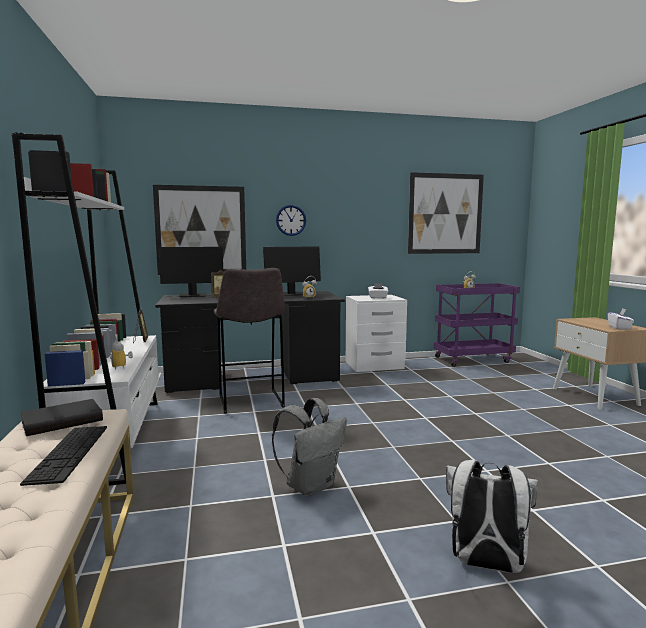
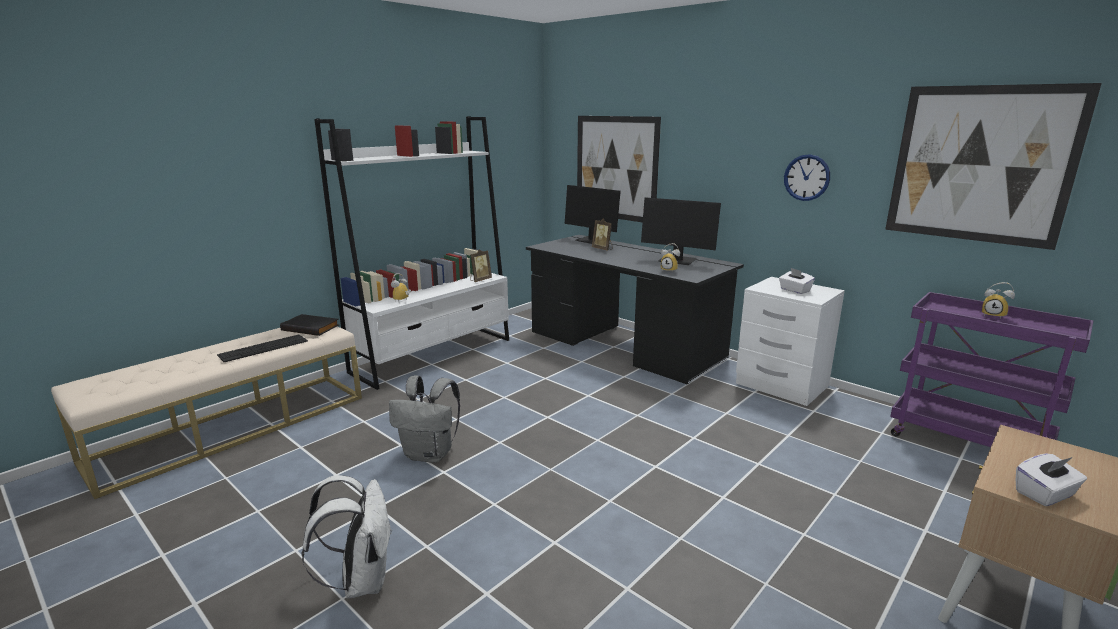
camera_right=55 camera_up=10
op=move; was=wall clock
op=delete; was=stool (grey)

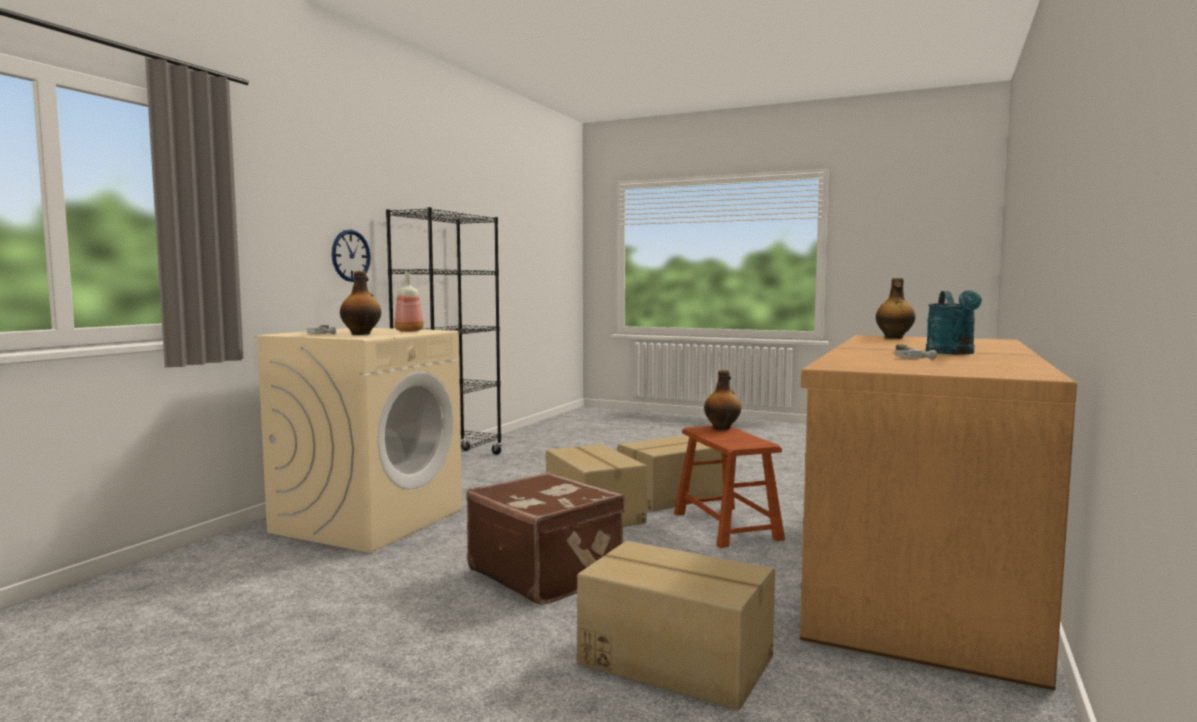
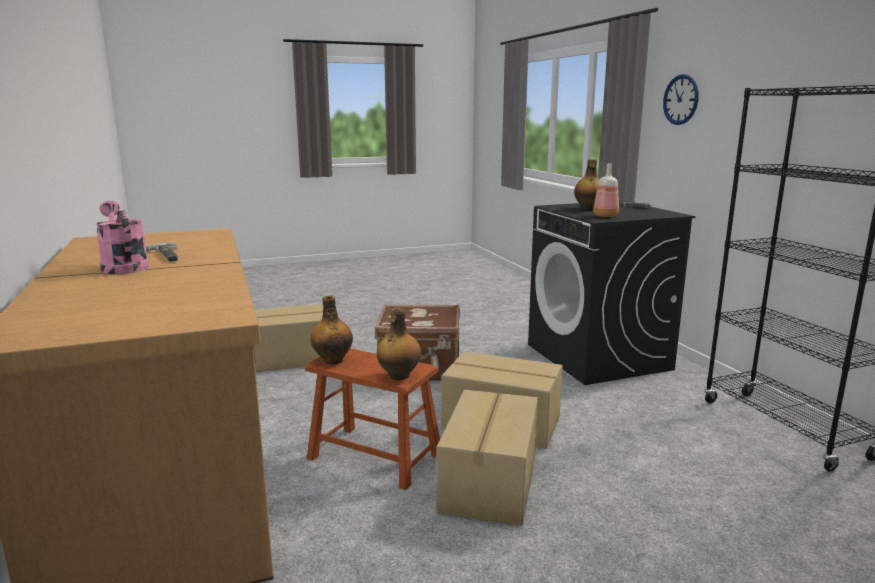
camera_right=135 camera_up=10
op=move; was=wall clock
op=move; was=bottle (4th from left in the first image); now=bottle (1st from left)
op=recolor; was=watering can (turquoise); now=watering can (pink)
op=recolor; was=washing machine (beige); now=washing machine (black)

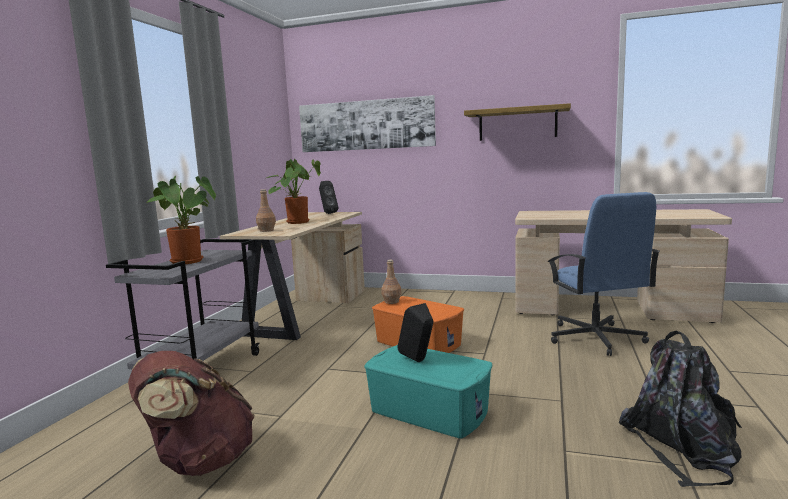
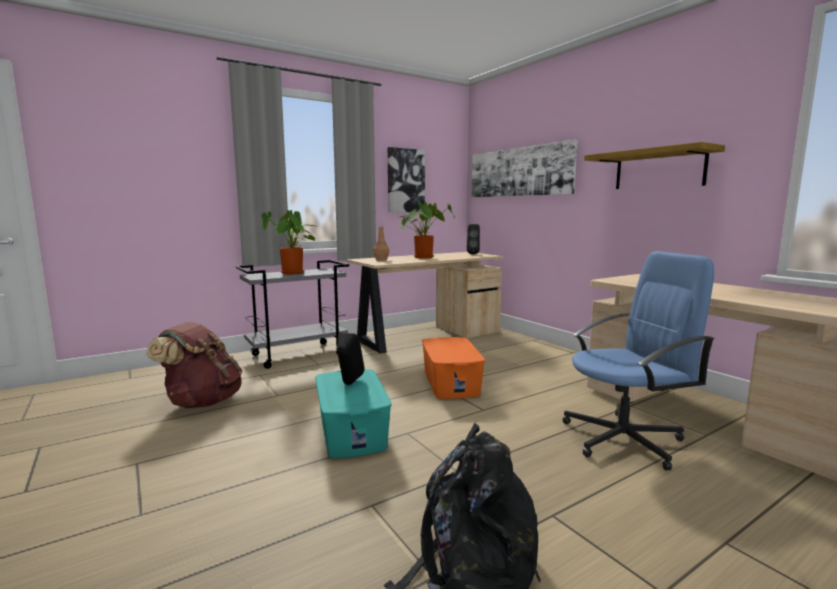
camera_right=40 camera_up=0
op=rotate; was=office chair (blue); clockwise=-135
op=delete; was=bottle (brown) (2nd from left)
op=insert; now=picture (1st from left)

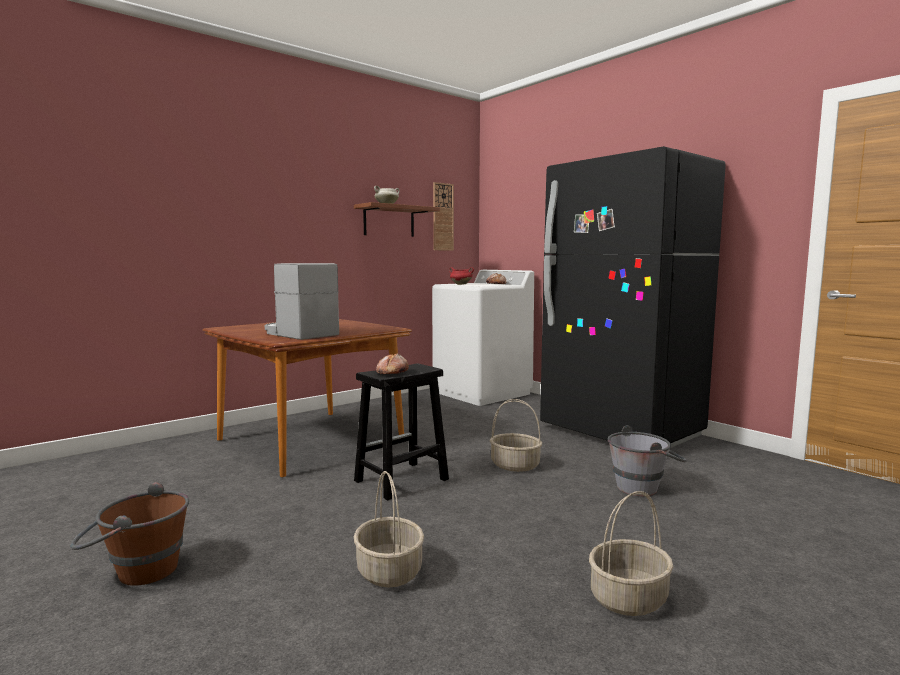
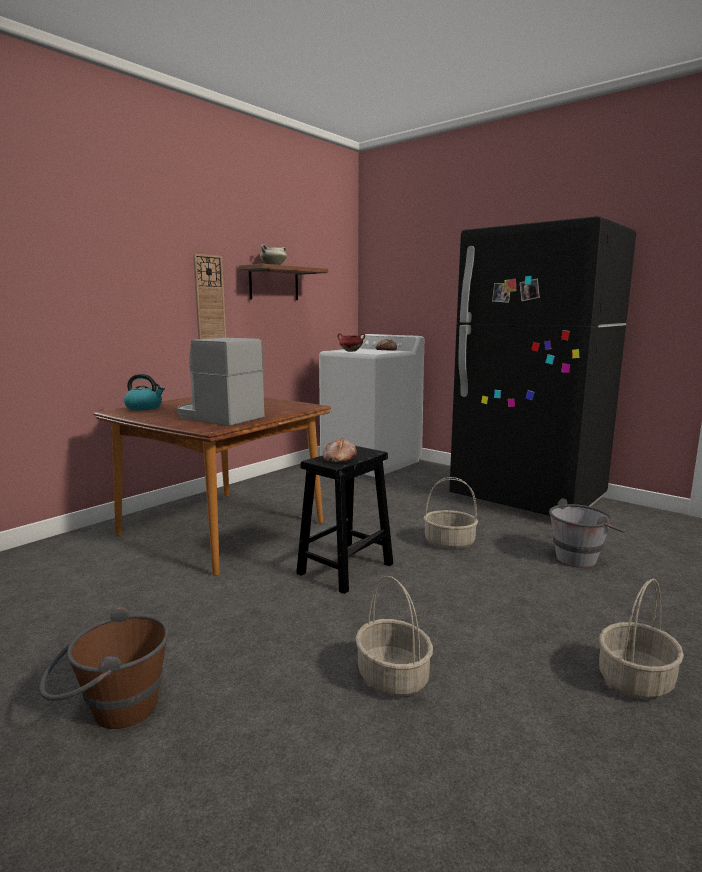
camera_right=-10 camera_up=5
op=move; was=wall clock
op=insert; now=kettle

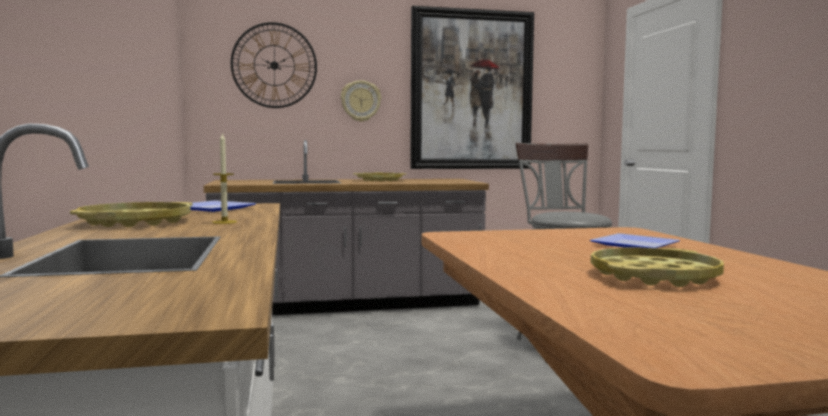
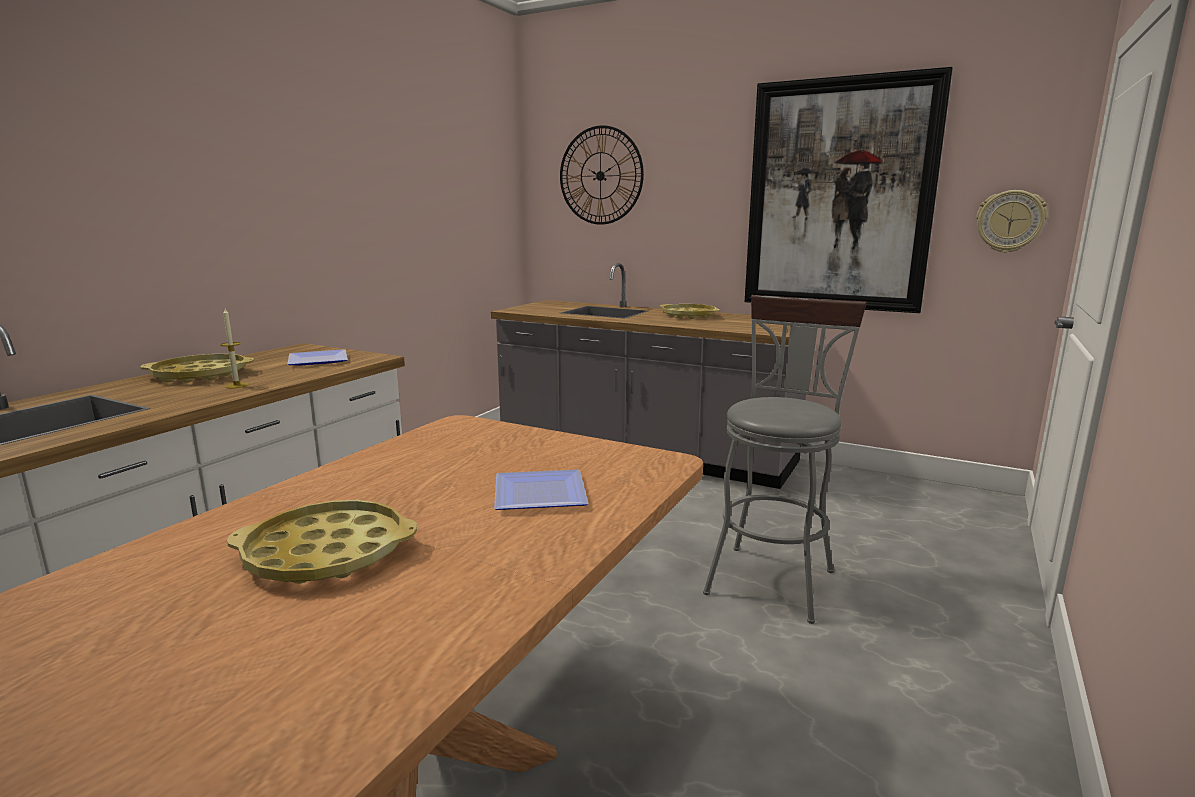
camera_right=40 camera_up=10
op=move; was=wall clock (2nd from left)

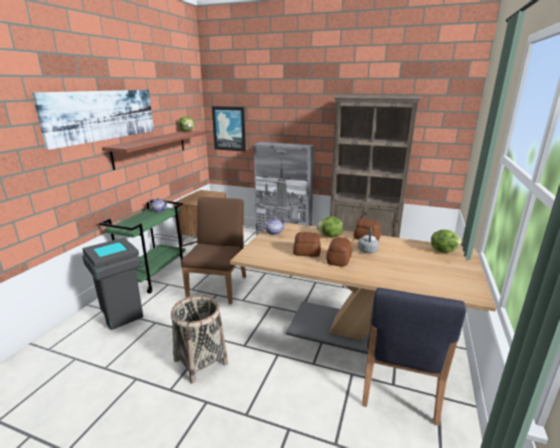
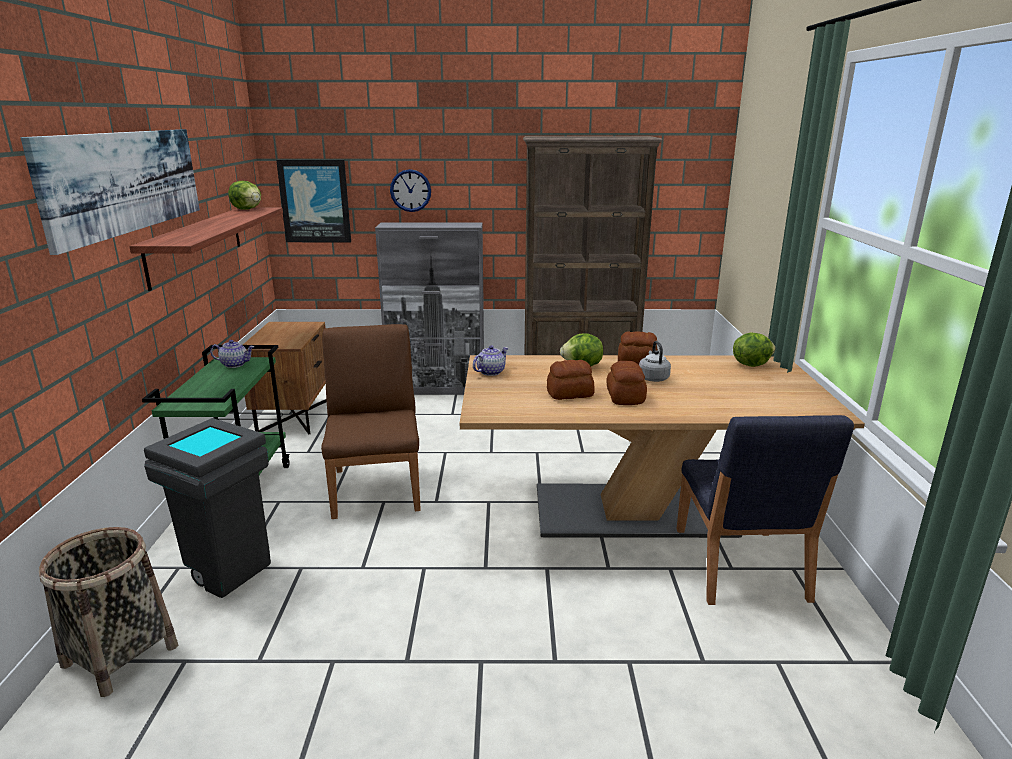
camera_right=-20 camera_up=0
op=move; was=basket
op=insert; now=wall clock

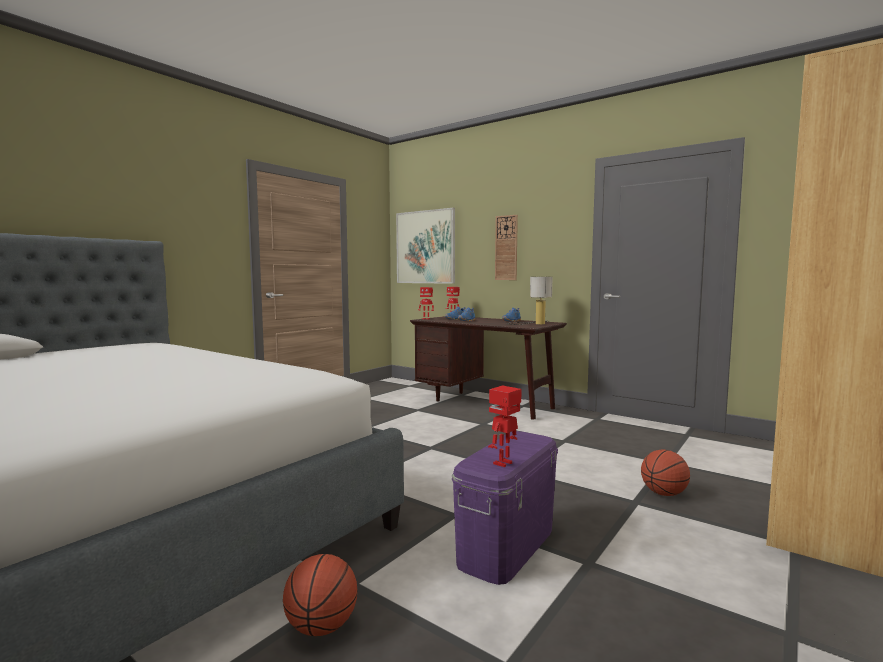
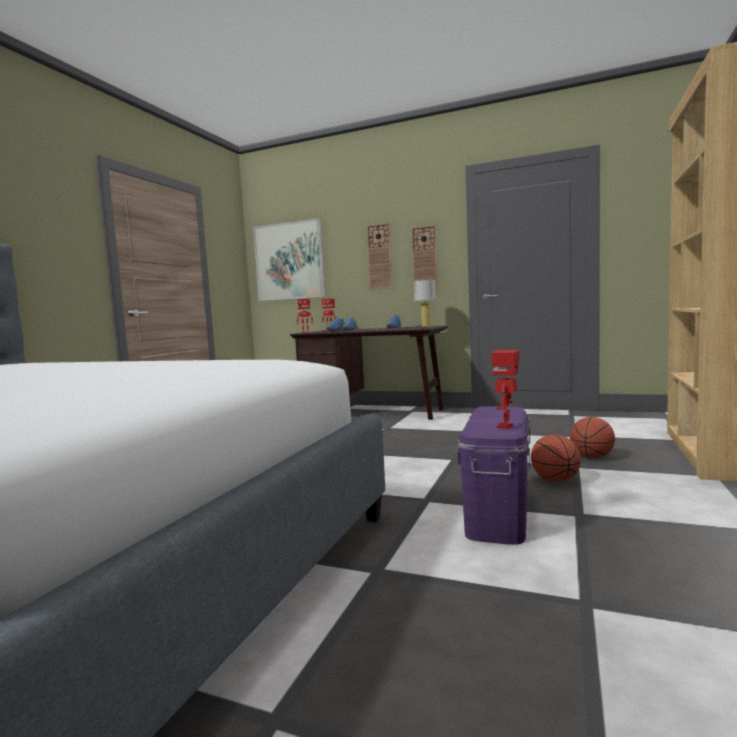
camera_right=-15 camera_up=0
op=move; was=basketball (1st from left)
op=insert; now=wall clock (2nd from left)

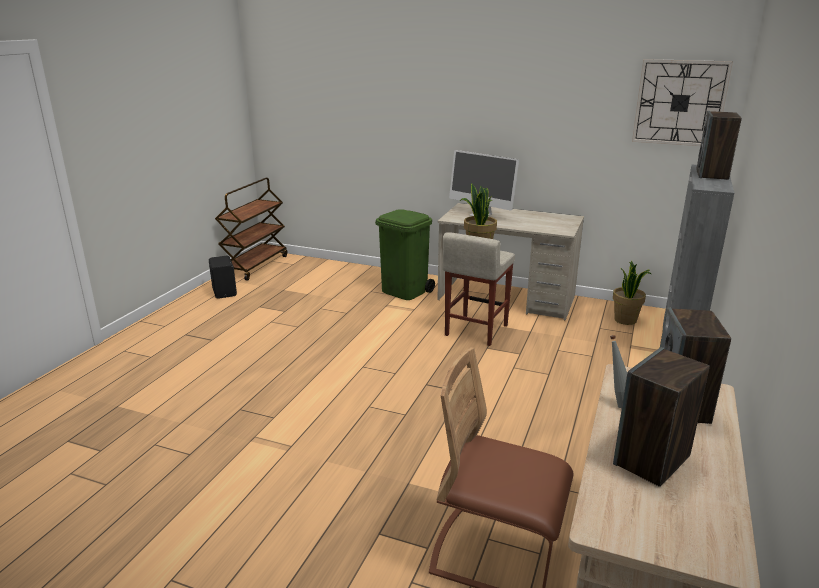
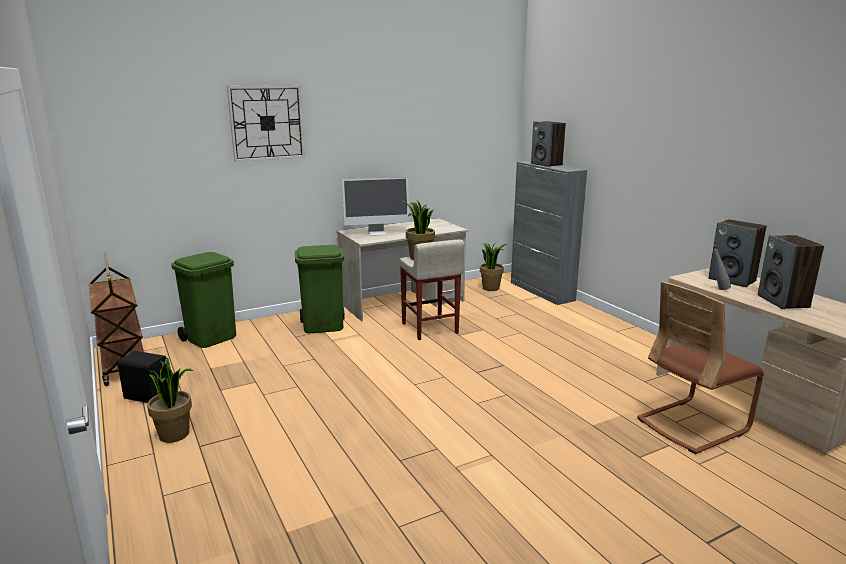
camera_right=-50 camera_up=-5
op=move; was=wall clock
op=insert; now=trash can (green) (1st from left)
op=insert; now=potted plant (1st from left)

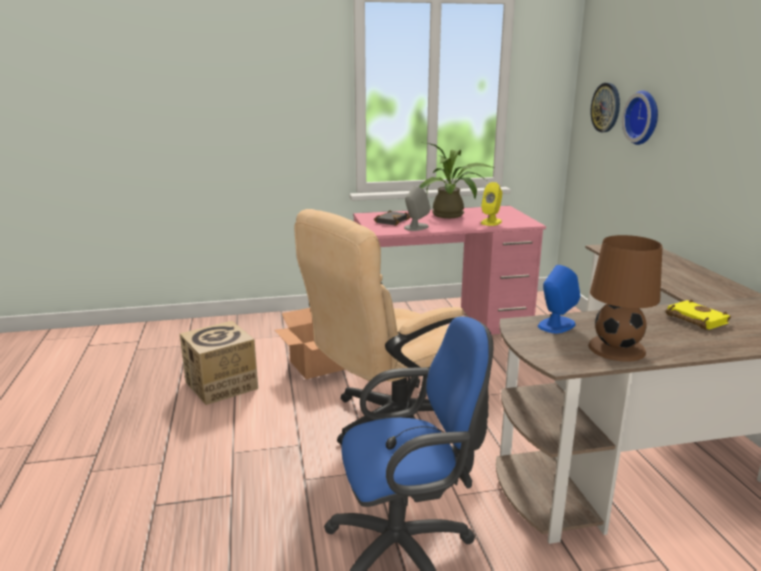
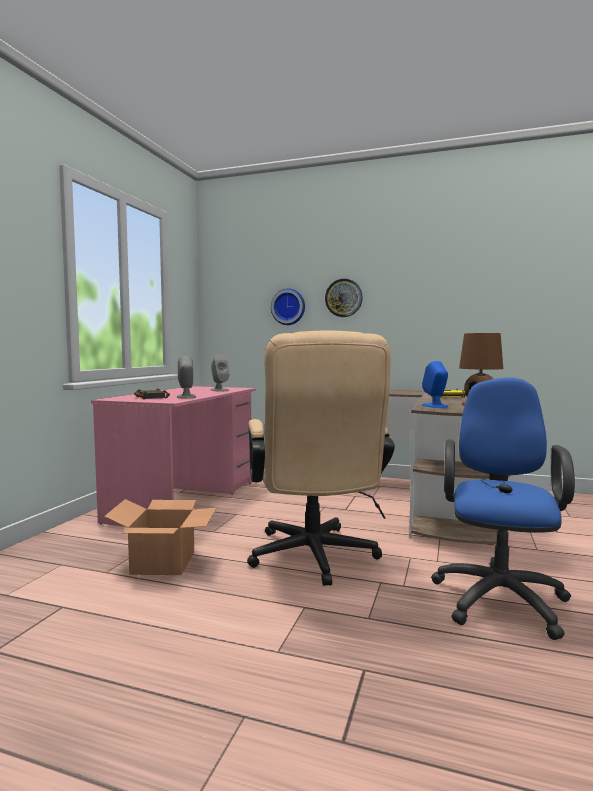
camera_right=-60 camera_up=-15
op=move; was=wall clock (1st from left in the first image); now=wall clock (2nd from left)
op=delete; was=potted plant
op=recolor; was=speaker (yellow); now=speaker (grey) (2nd from left)
op=delete; was=cardboard box (1st from left)

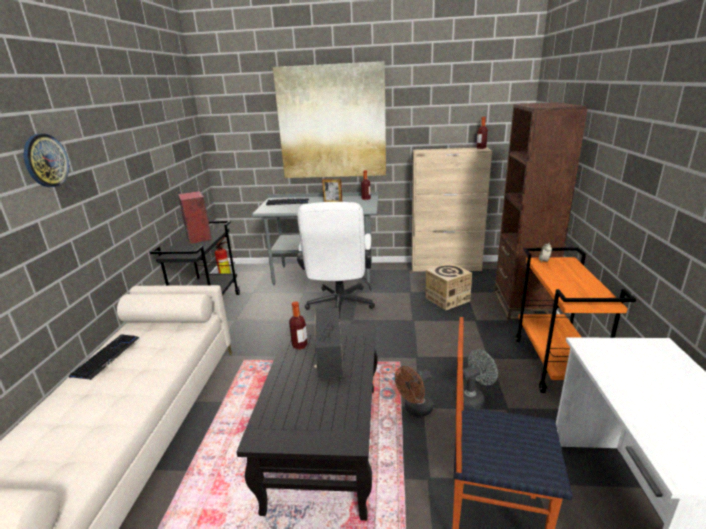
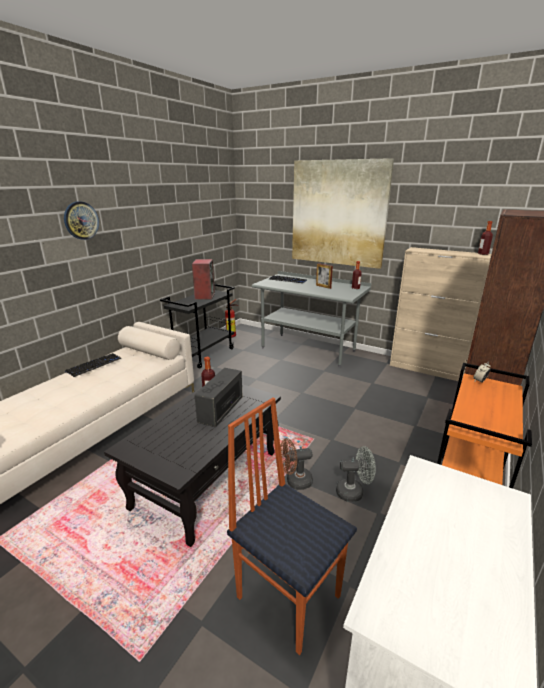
camera_right=25 camera_up=0
op=delete; was=office chair (white)
op=delete; was=cardboard box

